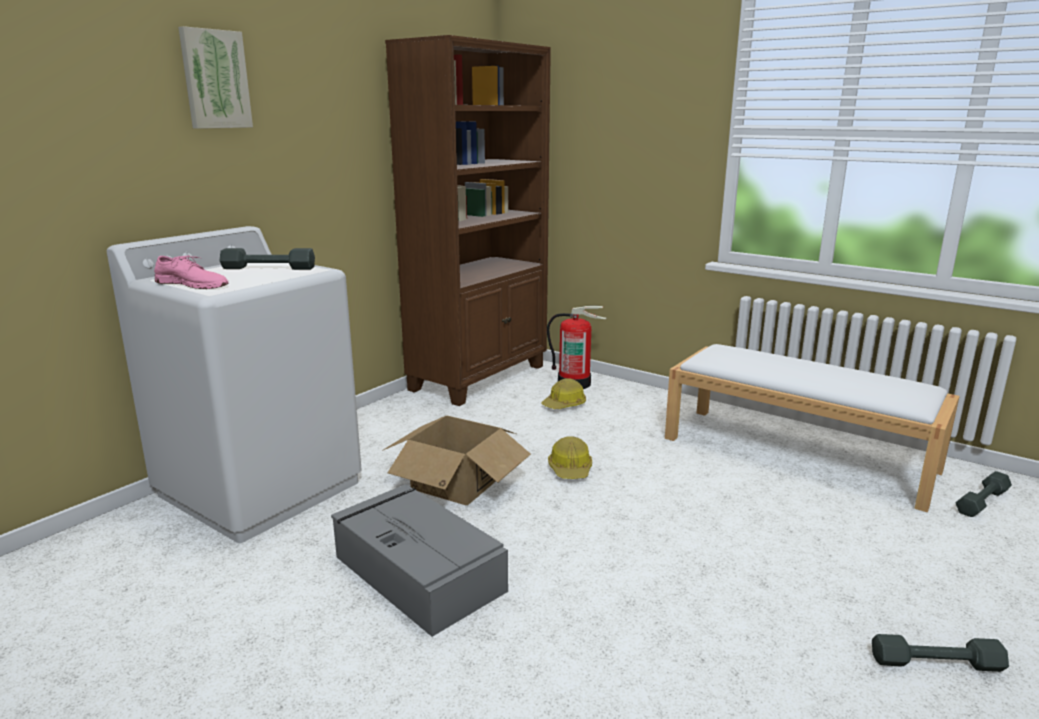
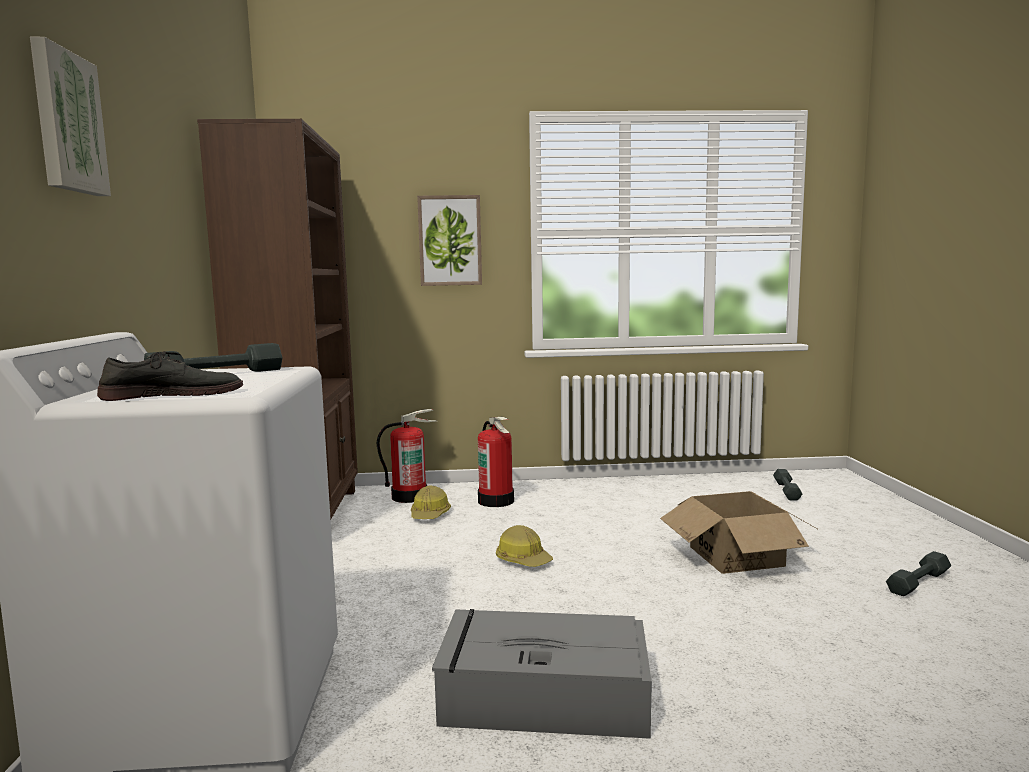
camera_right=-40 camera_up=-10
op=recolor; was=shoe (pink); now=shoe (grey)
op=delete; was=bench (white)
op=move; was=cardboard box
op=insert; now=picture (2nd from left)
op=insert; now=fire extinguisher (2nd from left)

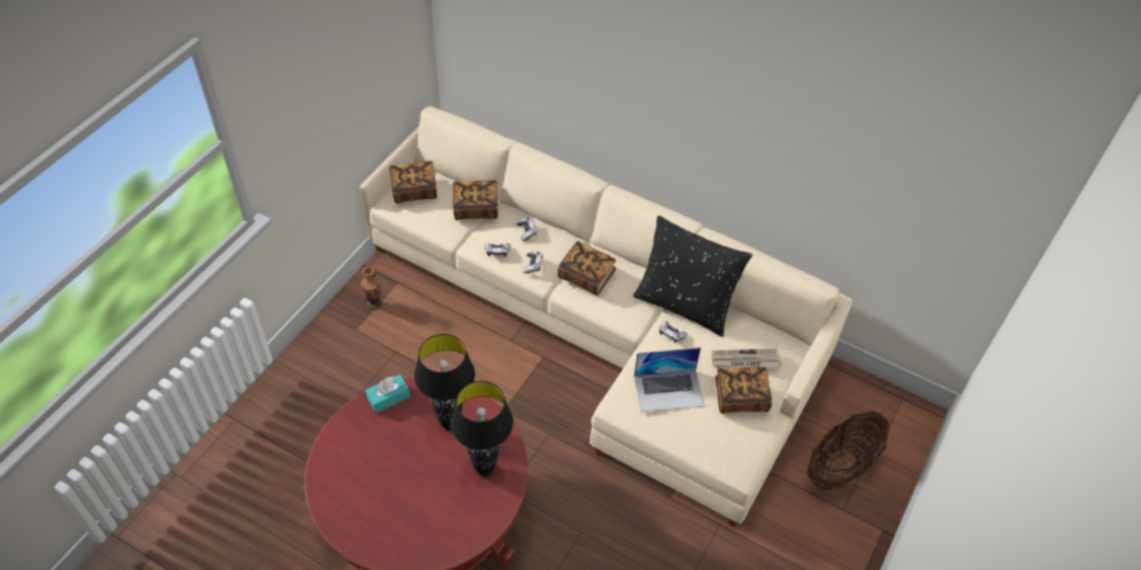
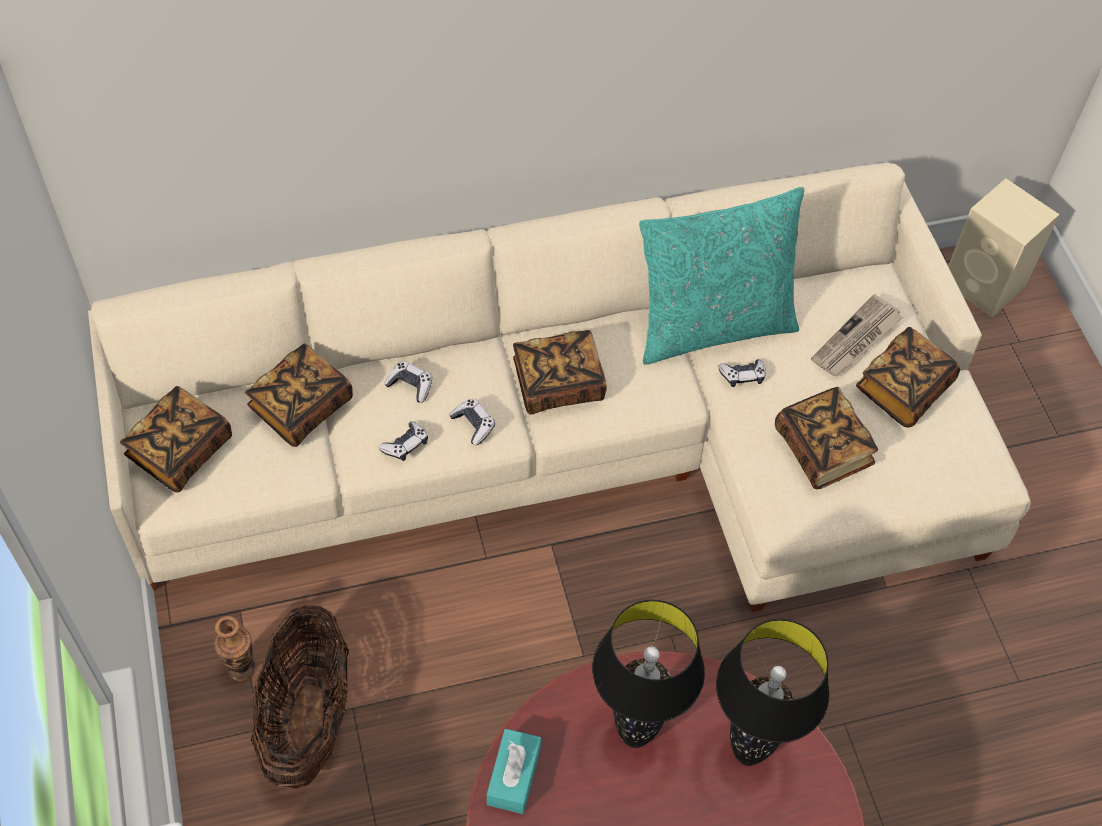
camera_right=-45 camera_up=5
op=recolor; was=pillow (black); now=pillow (turquoise)
op=replace; was=laptop; now=book (4th from left)
op=move; was=basket
op=insert; now=speaker (beige)

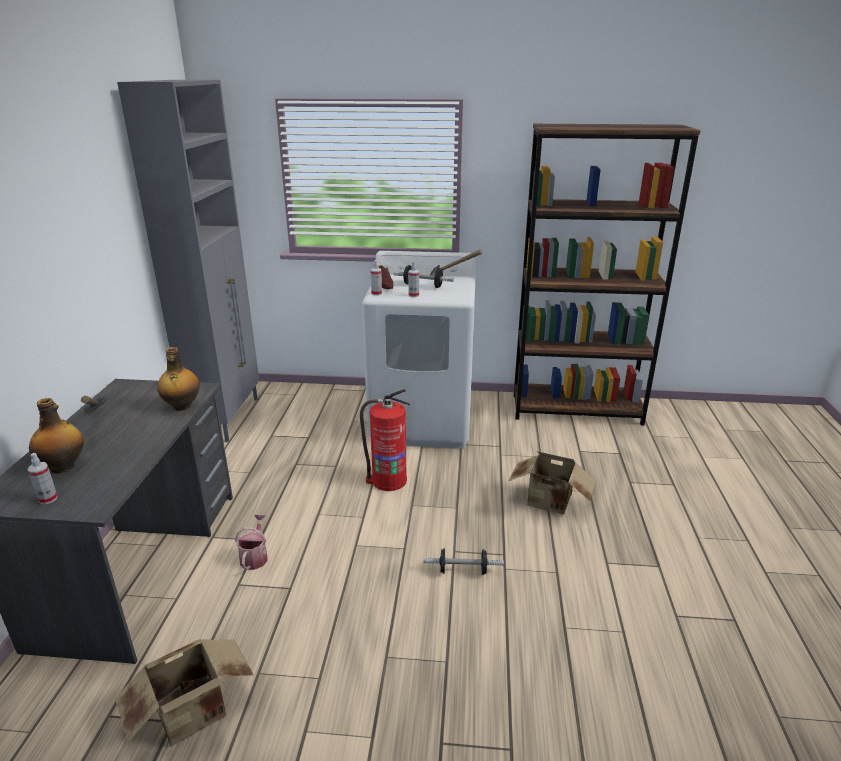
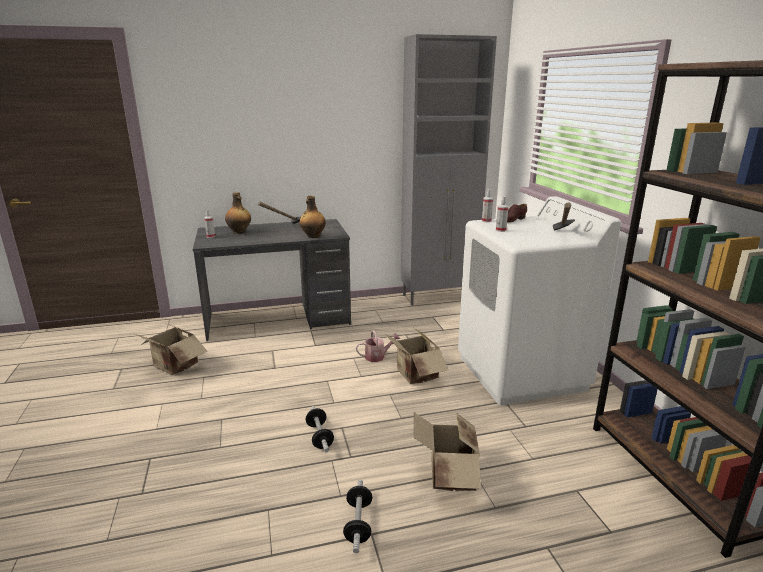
camera_right=70 camera_up=-5
op=move; was=dumbbell (1st from left in the first image); now=dumbbell (2nd from left)
op=replace; was=fire extinguisher; now=cardboard box (2nd from left)
op=move; was=watering can

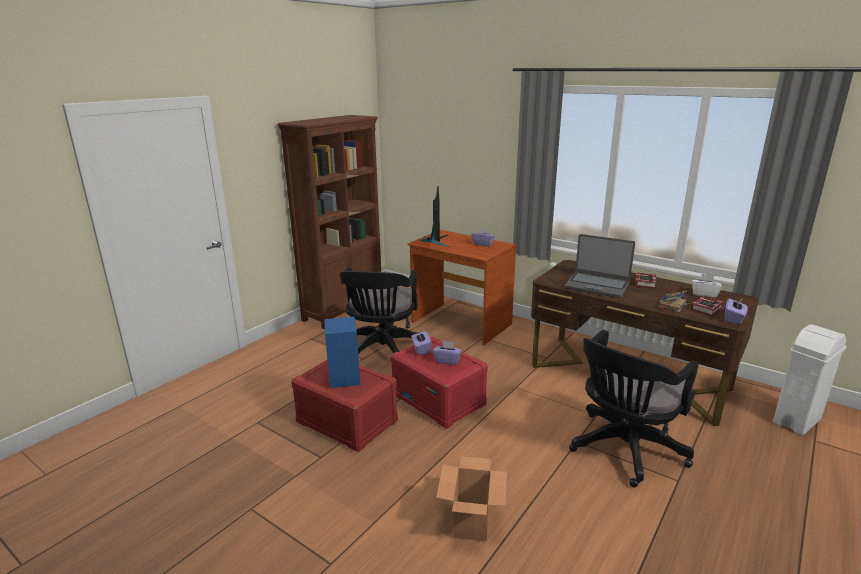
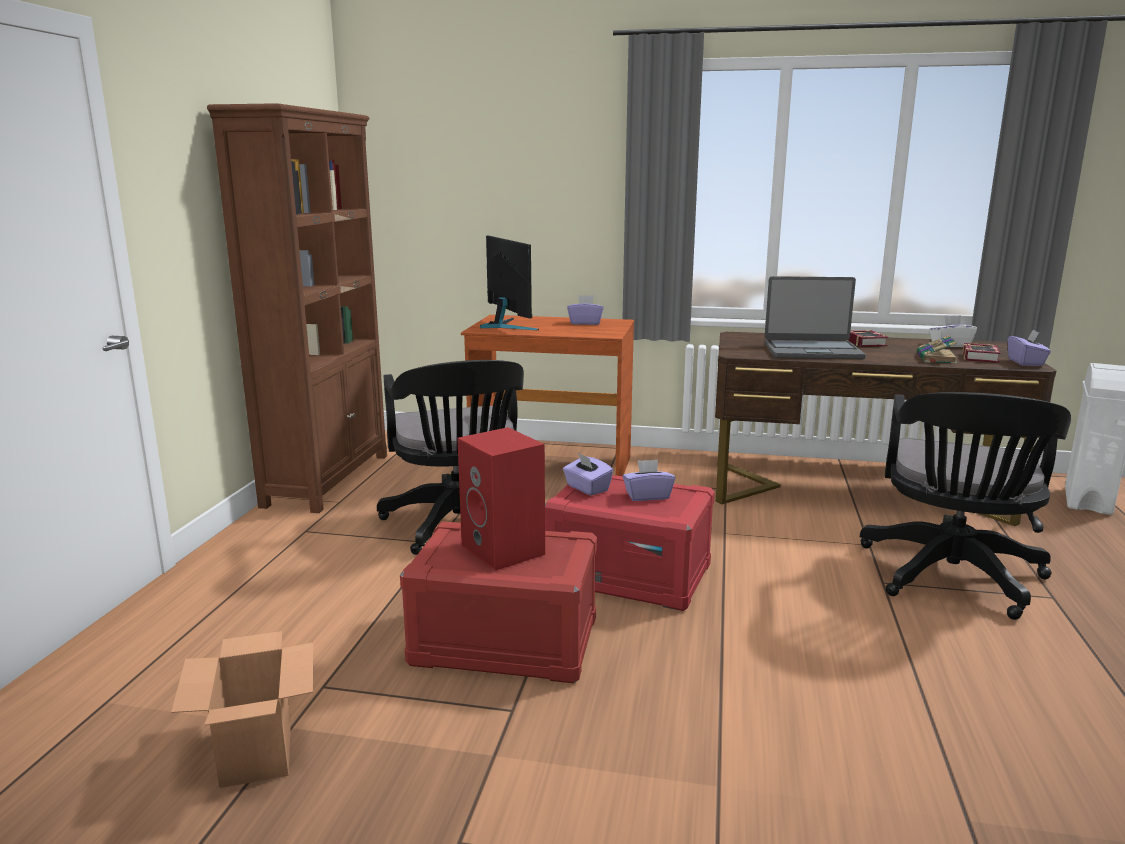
camera_right=-25 camera_up=-5
op=recolor; was=speaker (blue); now=speaker (red)
op=move; was=cardboard box

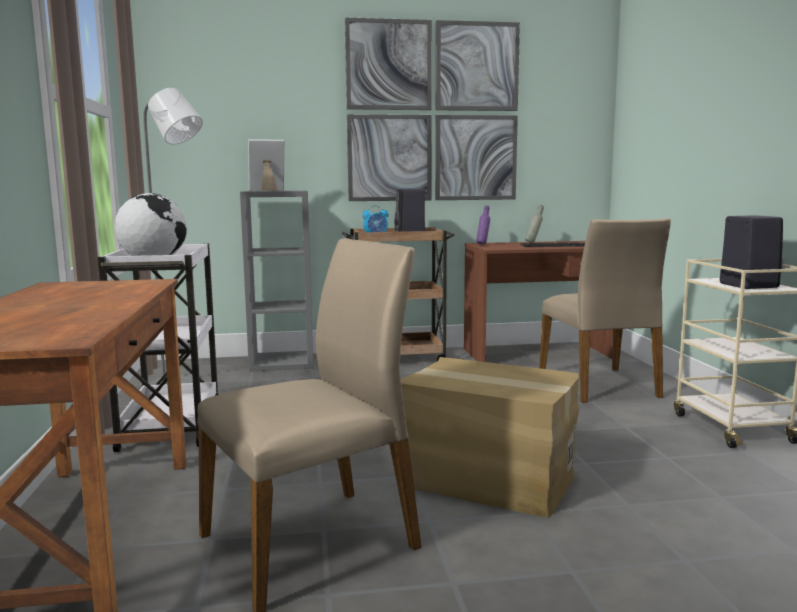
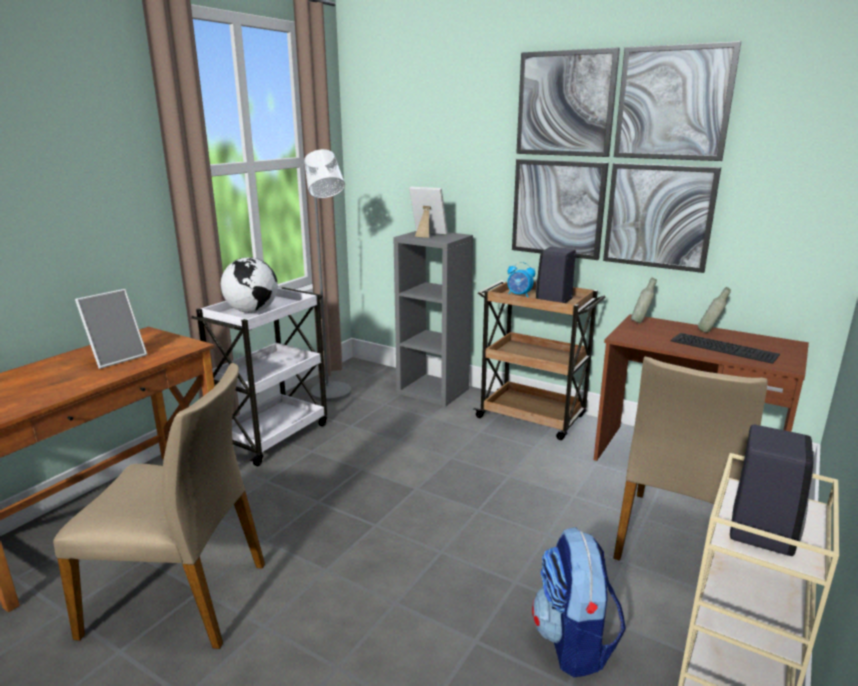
camera_right=40 camera_up=10
op=recolor; was=bottle (purple); now=bottle (grey) (1st from left)
op=delete; was=cardboard box
op=insert; now=picture frame (1st from left)
op=insert; now=backpack

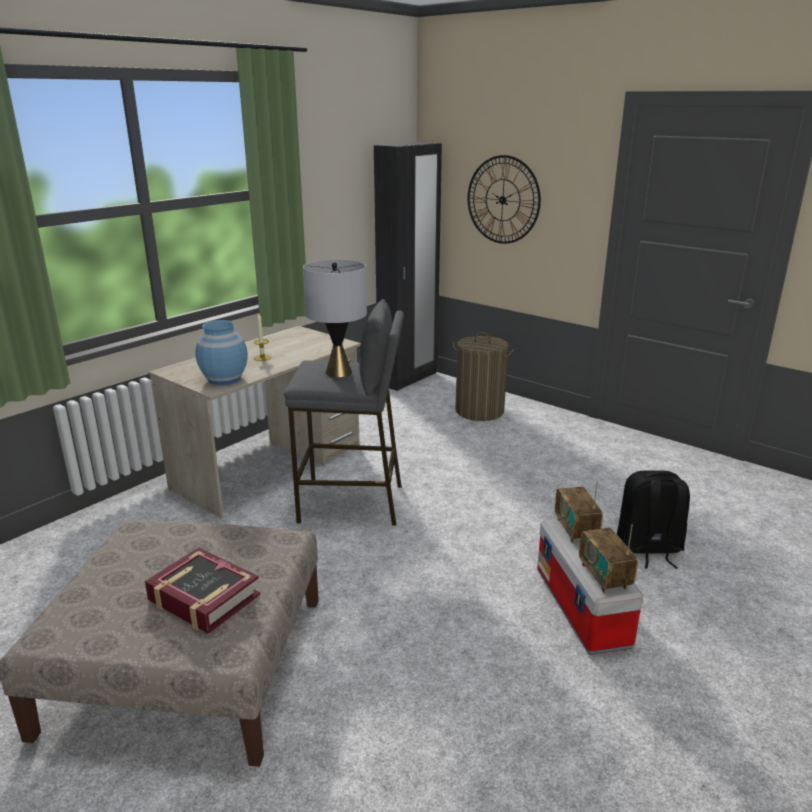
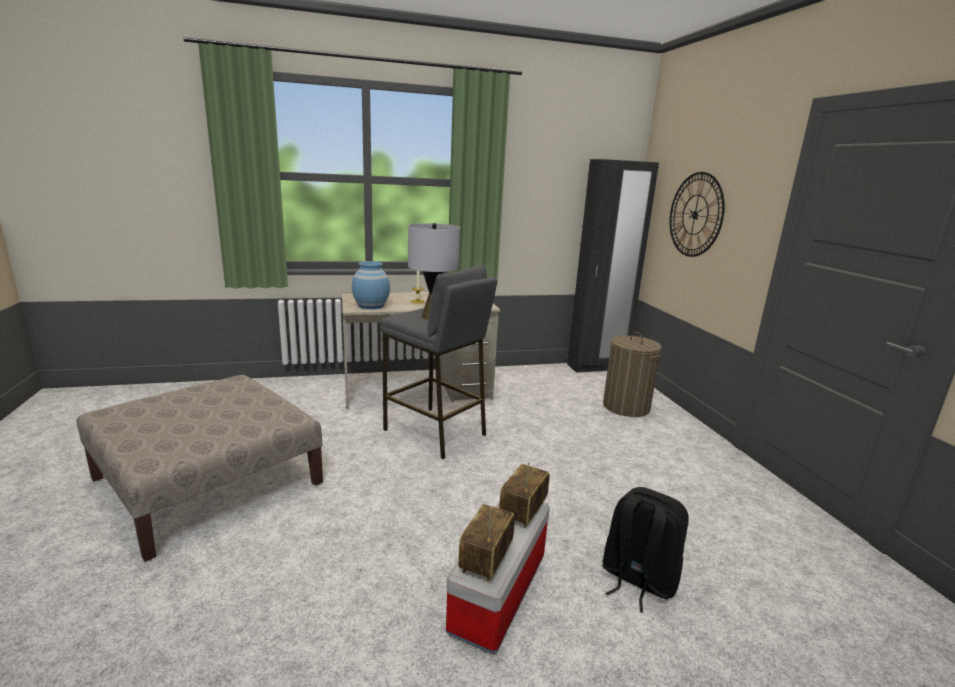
camera_right=35 camera_up=-5
op=delete; was=book

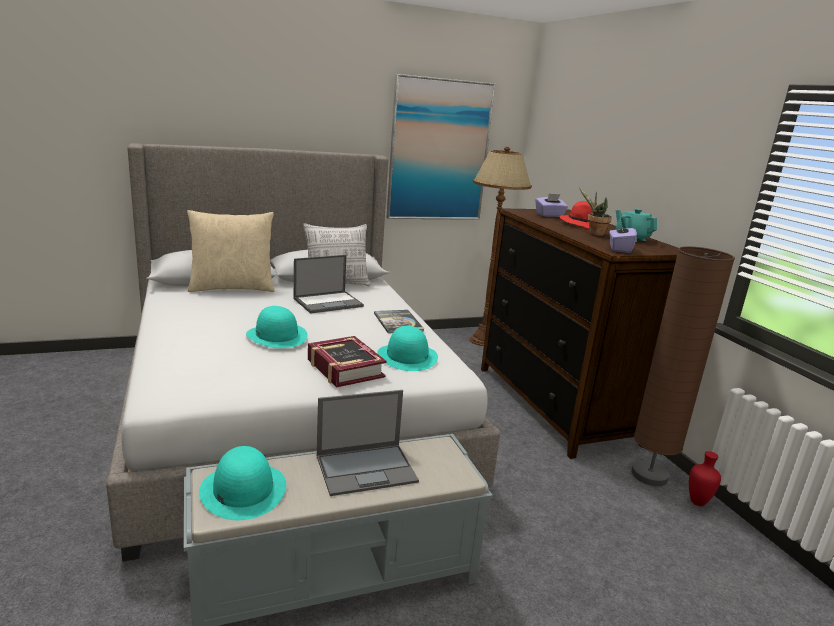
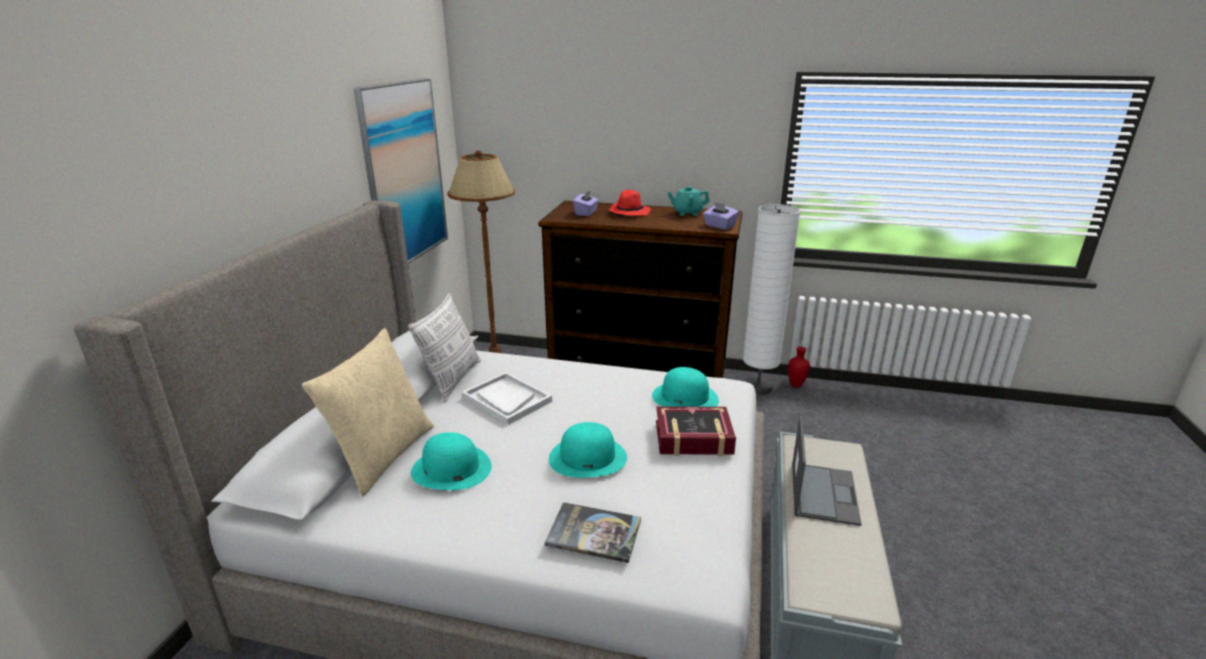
camera_right=-55 camera_up=5
op=delete; was=potted plant
op=recolor; was=floor lamp (brown) (2nd from left); now=floor lamp (white)
op=replace; was=laptop (1st from left); now=tray (white)
op=move; was=book (2nd from left in the first image); now=book (1st from left)
op=move; was=hat (turquoise) (1st from left)

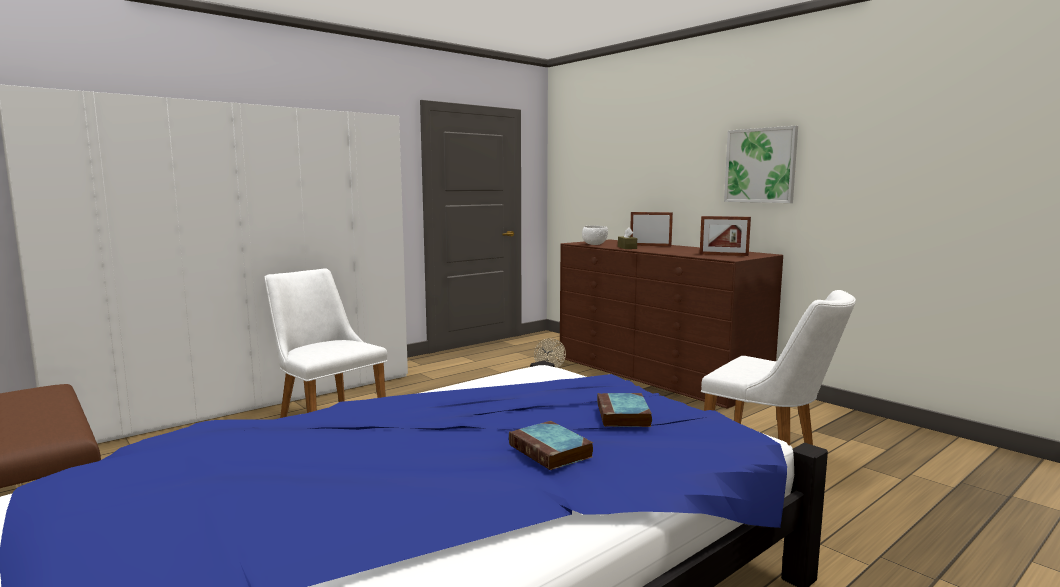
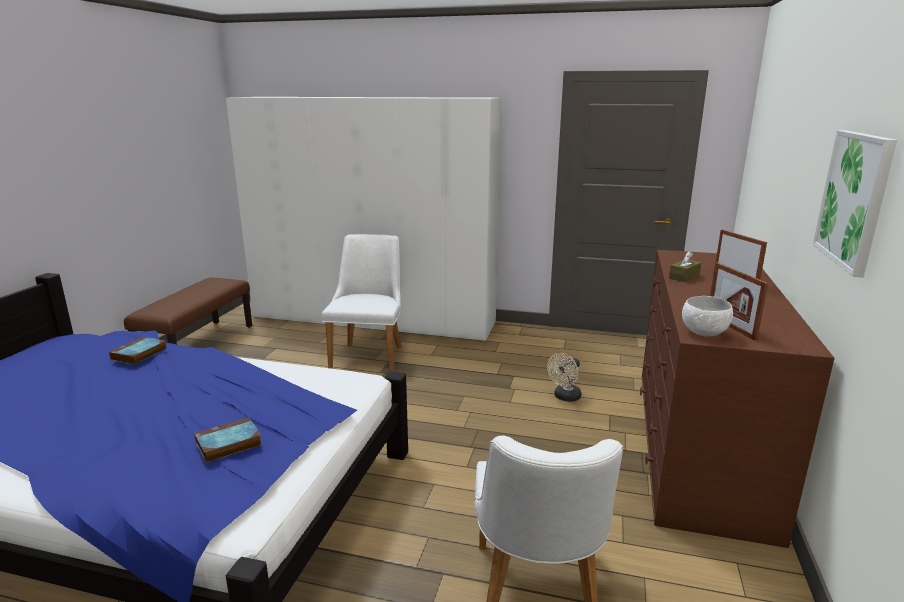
camera_right=55 camera_up=10
op=move; was=bowl (white)
op=move; was=book (1st from left)

